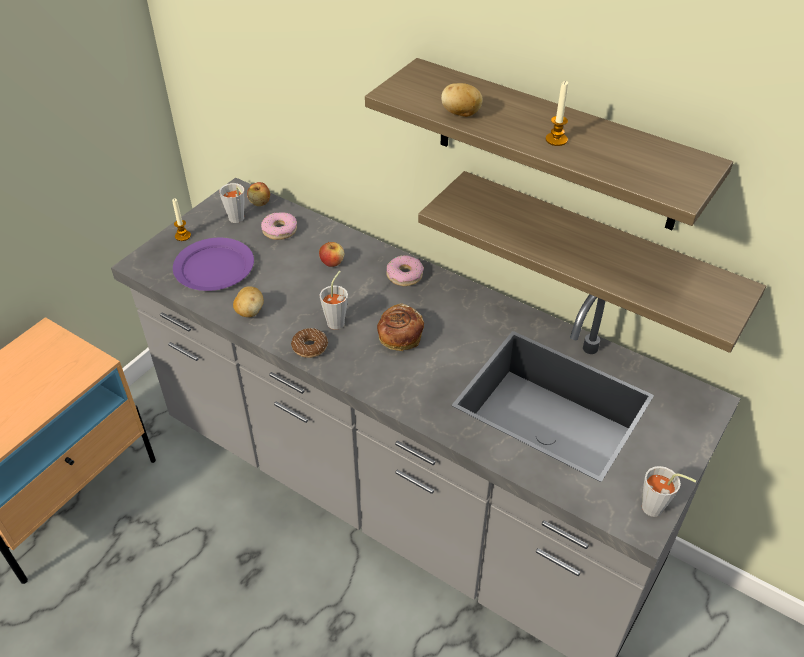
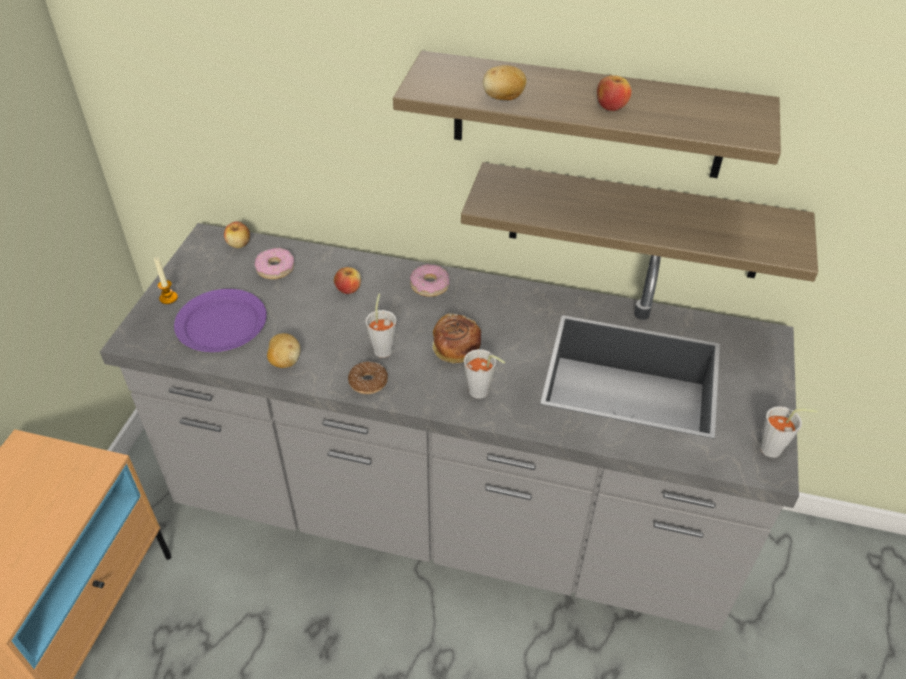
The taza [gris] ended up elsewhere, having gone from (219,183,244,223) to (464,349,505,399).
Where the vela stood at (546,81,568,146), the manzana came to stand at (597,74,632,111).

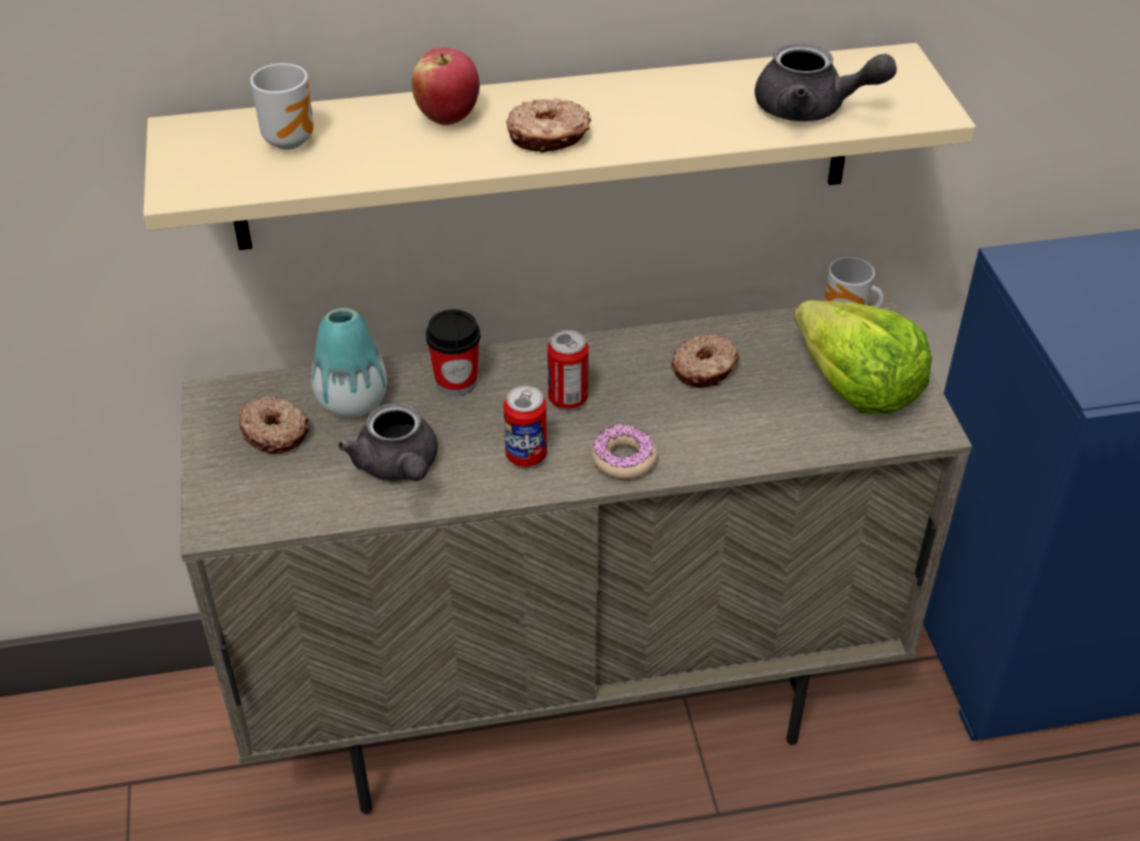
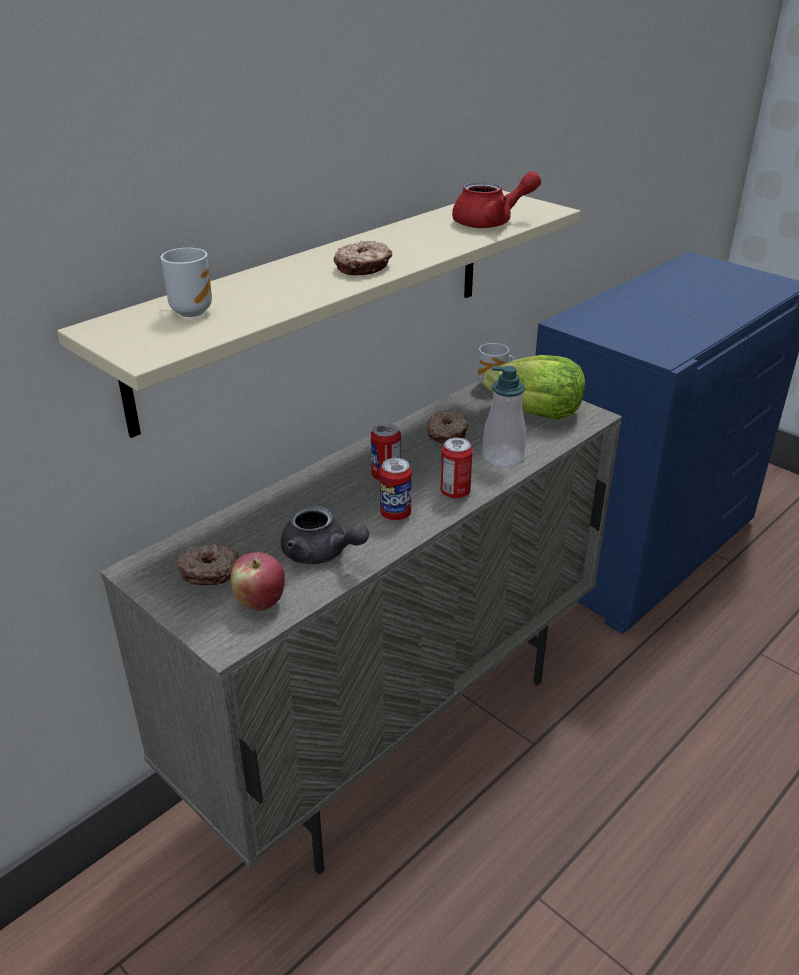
The manzana ended up elsewhere, having gone from (411,48,480,125) to (230,552,285,611).
Where the rosquilla stood at (591,424,657,479), the lata came to stand at (441,438,473,499).
What was the tetera [gris] at (755,42,897,121) turned into the tetera [rojo] at (452,171,541,228).
The second view gained the dispensador de jabón at (482,366,526,467).
The second view lost the florero at (311,308,387,418).
The second view lost the taza at (426,309,481,396).

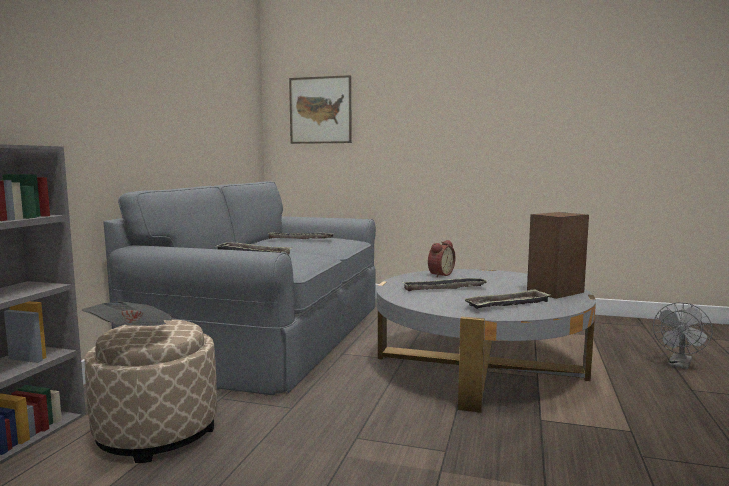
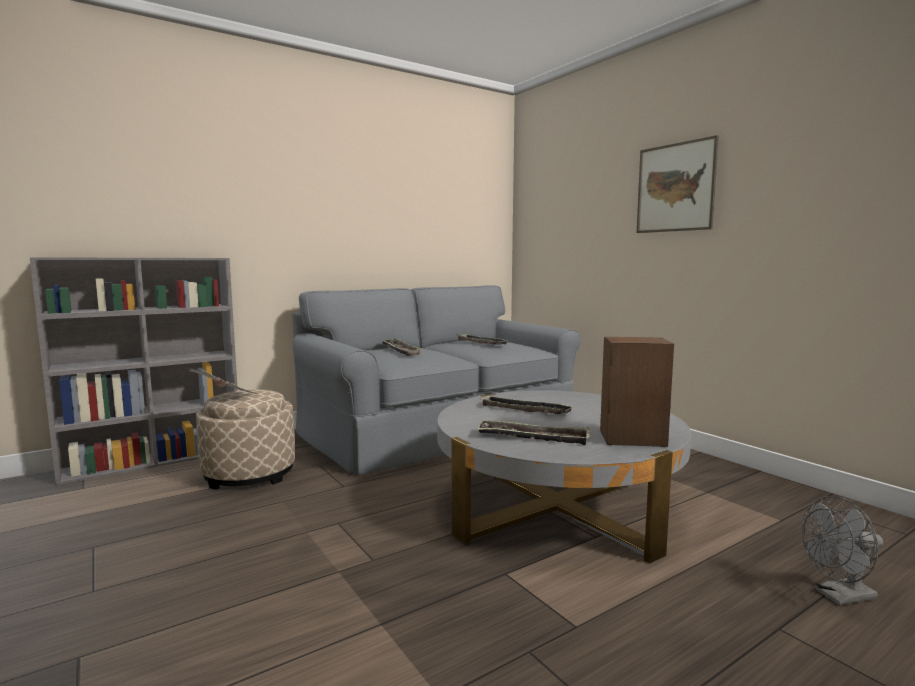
The cuadro ended up elsewhere, having gone from (289,75,352,144) to (637,135,719,233).
The second view lost the despertador at (428,240,455,277).

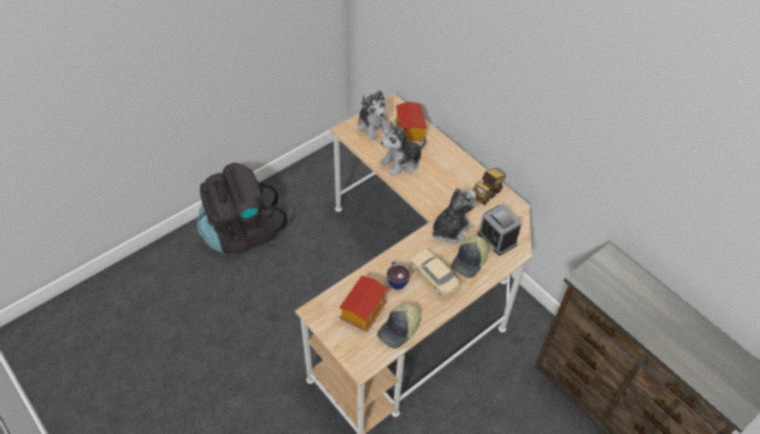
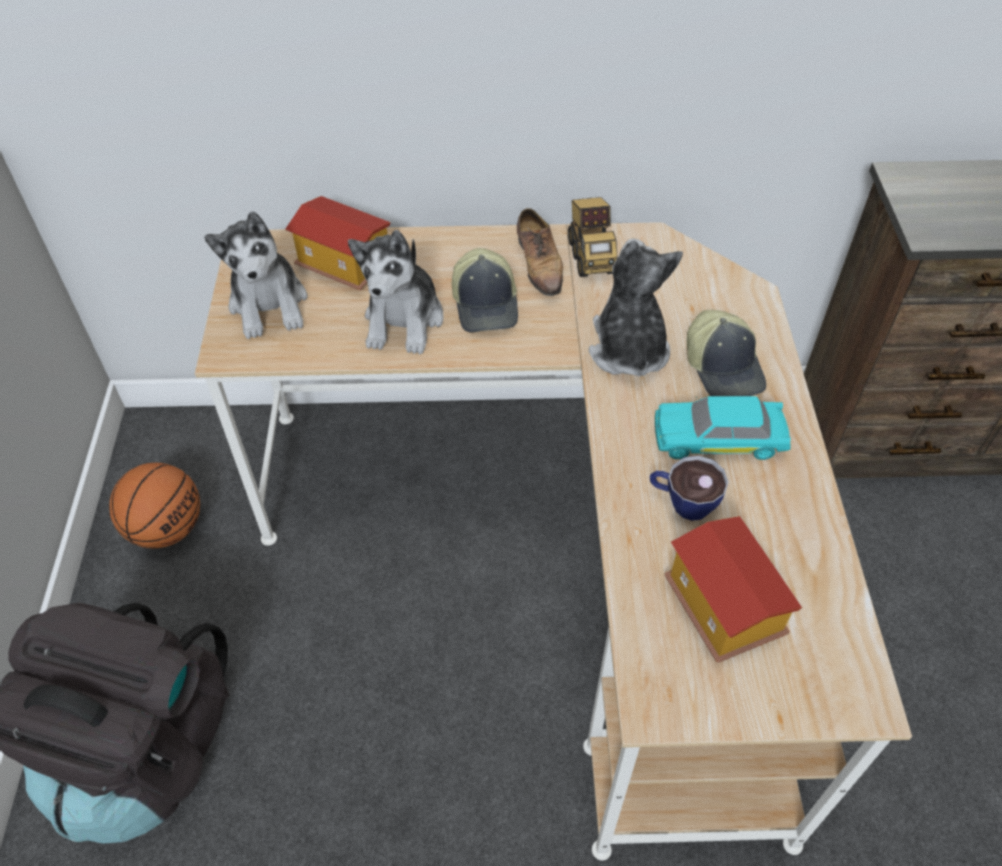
The second view gained the balón de baloncesto at (109,463,200,548).
The peluche at (358,90,390,141) ended up facing another way, 60 degrees clockwise from before.
The gorra ended up elsewhere, having gone from (377,304,420,349) to (452,248,518,332).
The second view gained the zapato at (517,208,563,296).
What was the coche de juguete [beis] at (410,249,461,297) turned into the coche de juguete [turquesa] at (655,396,791,460).
The second view lost the despertador at (477,204,522,255).

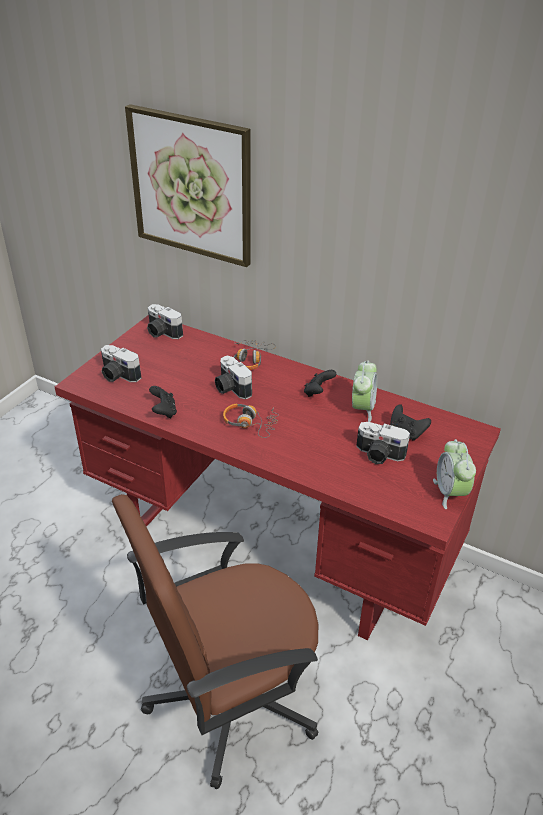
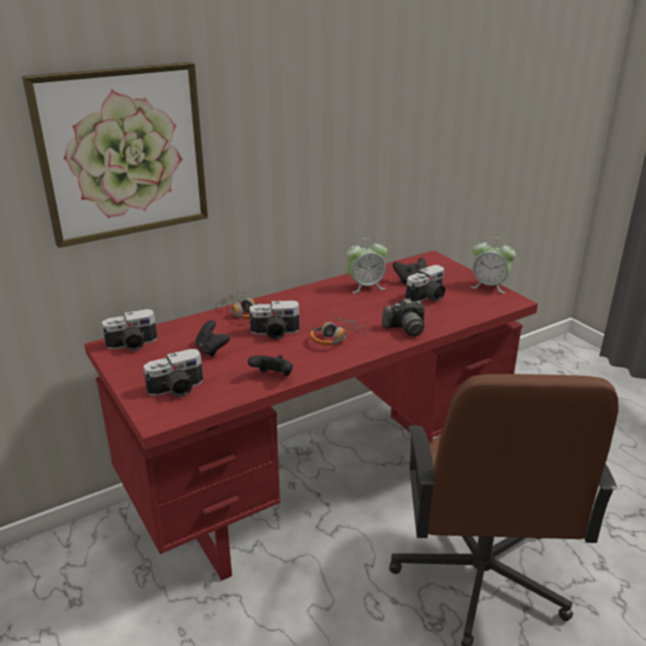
The mando de consola [negro] ended up elsewhere, having gone from (304,370,336,397) to (195,320,230,357).
The despertador at (352,360,377,422) ended up facing another way, 120 degrees clockwise from before.
The second view gained the cámara at (382,298,425,336).

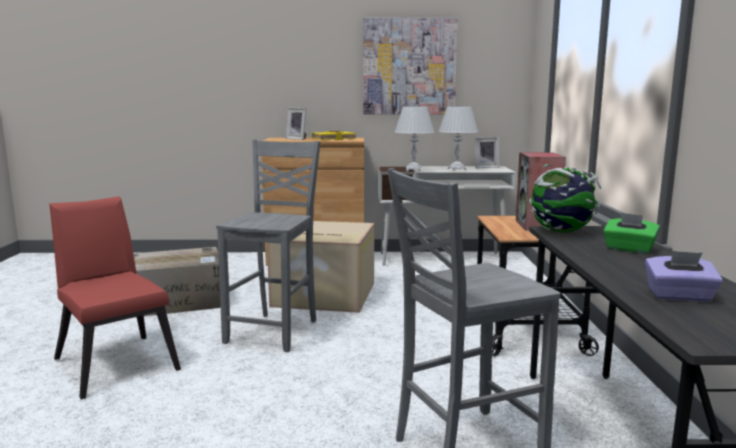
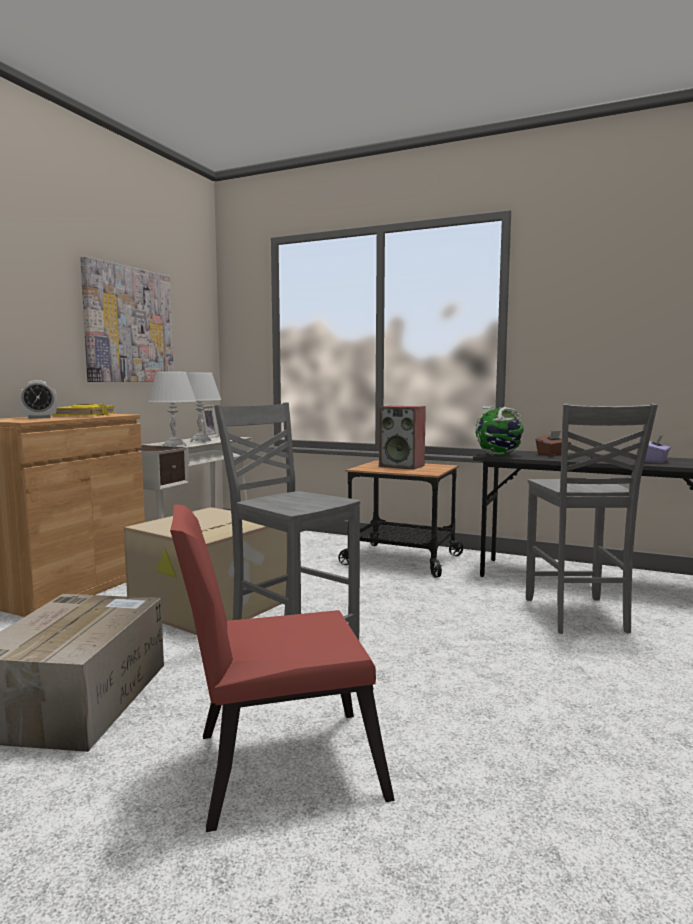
Where the portarretratos stood at (285,108,307,140), the despertador came to stand at (19,380,57,419).
What was the caja de pañuelos [verde] at (603,213,660,254) turned into the caja de pañuelos [marrón] at (536,431,571,456).

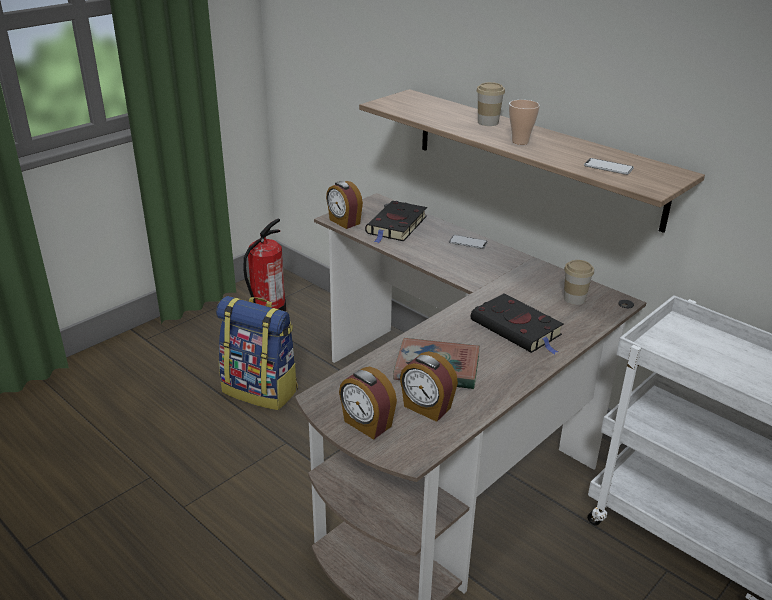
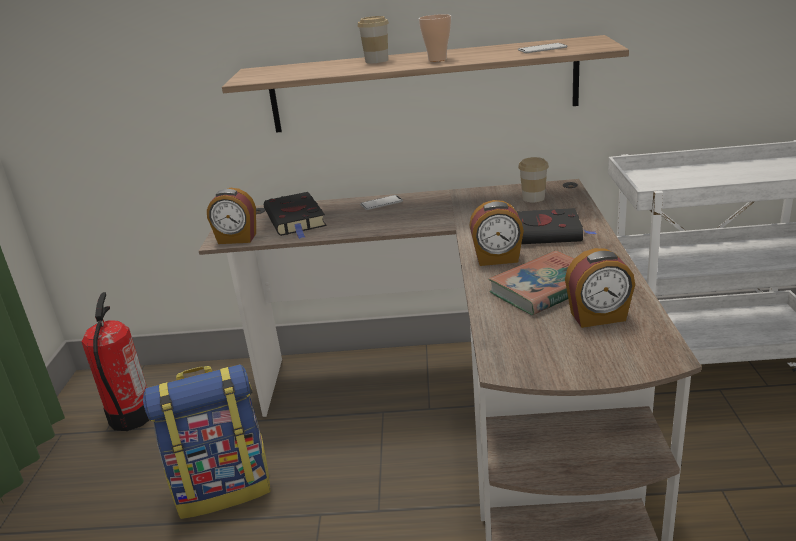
The despertador ended up elsewhere, having gone from (339,367,397,439) to (469,200,524,266).

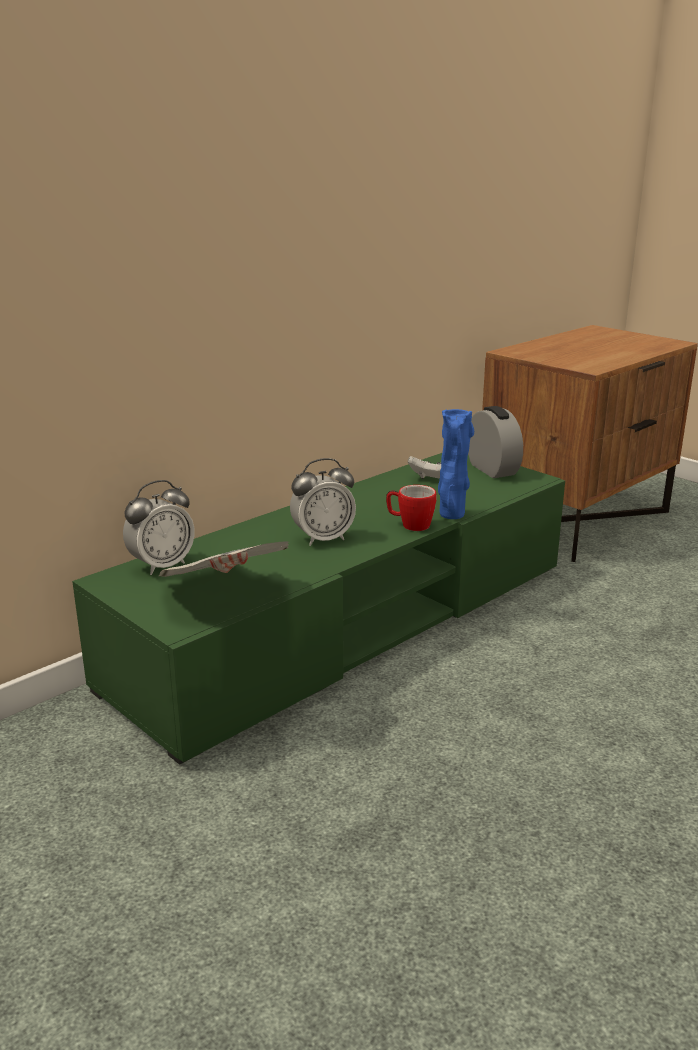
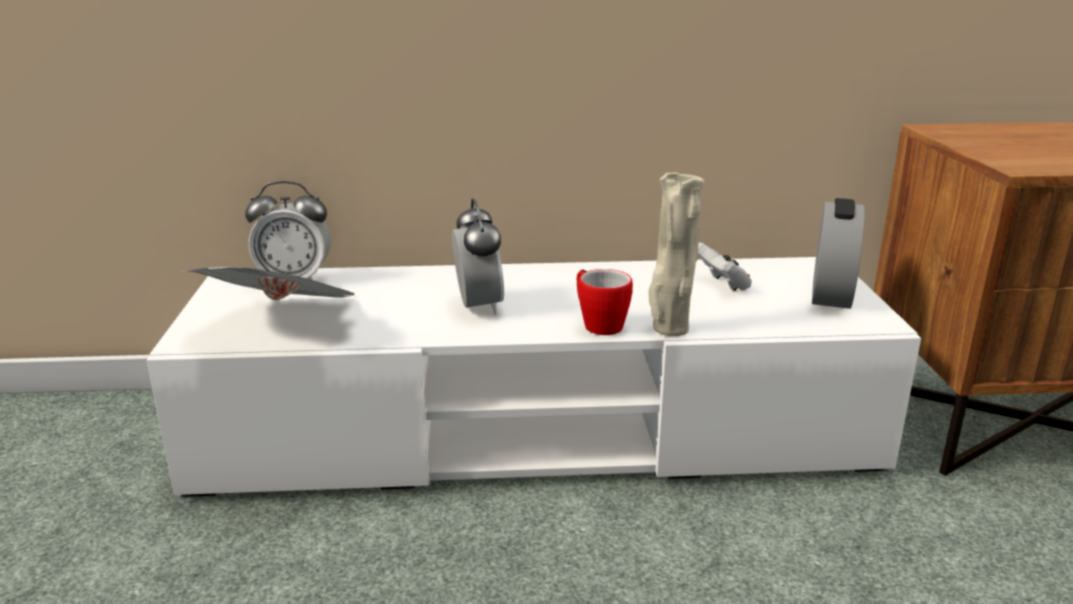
What was the mueble de televisión [verde] at (72,453,565,765) turned into the mueble de televisión [blanco] at (147,257,921,497).
The despertador at (290,458,356,546) ended up facing another way, 120 degrees counterclockwise from before.
What was the florero [azul] at (438,409,474,519) turned into the florero [beis] at (648,173,704,336).

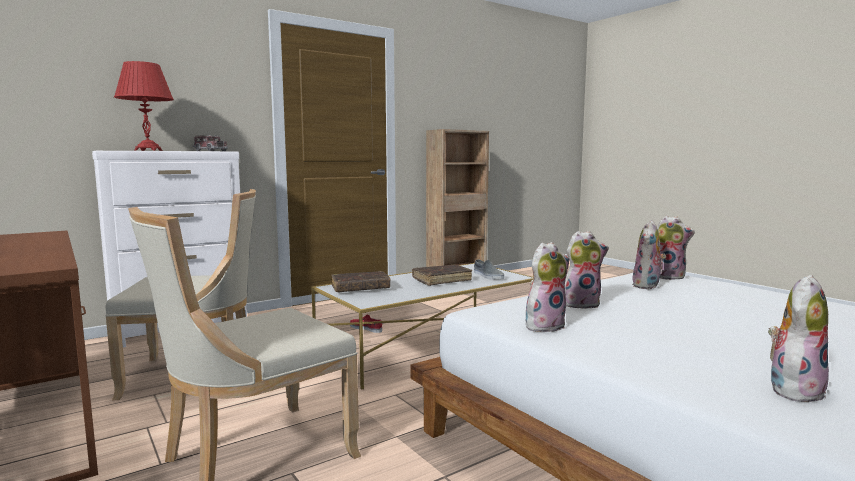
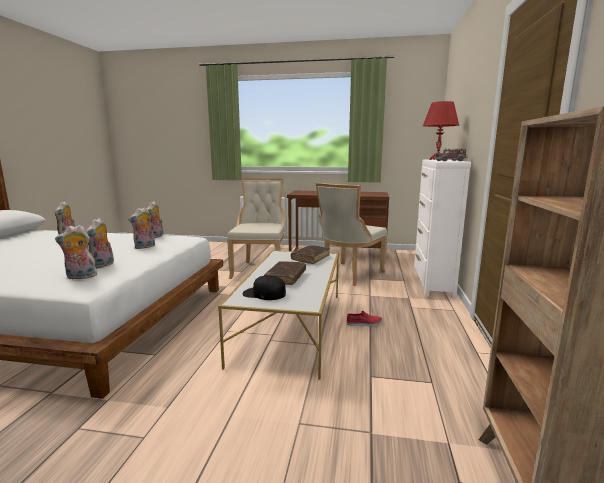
The peluche at (632,220,666,289) ended up facing another way, 150 degrees counterclockwise from before.
Where the zapato [gris] stood at (474,259,504,280), the gorra [negro] came to stand at (243,275,286,300).

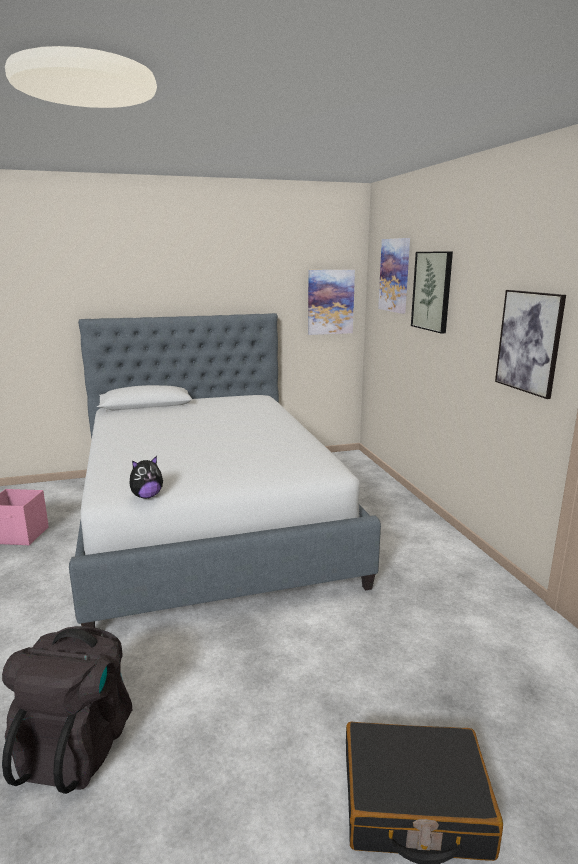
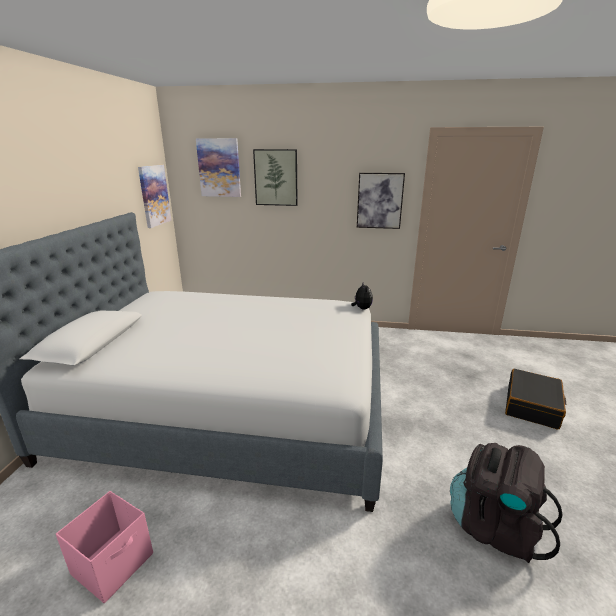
The peluche ended up elsewhere, having gone from (129,456,163,499) to (351,284,373,309).

